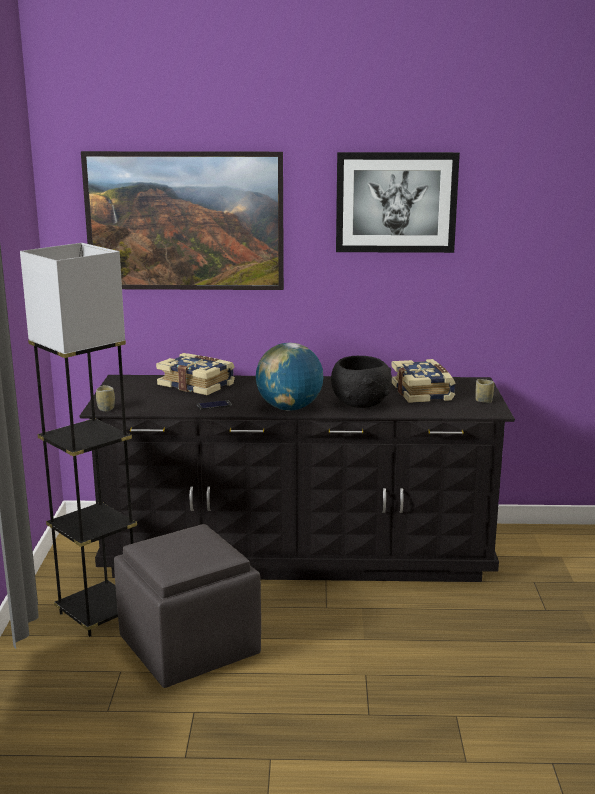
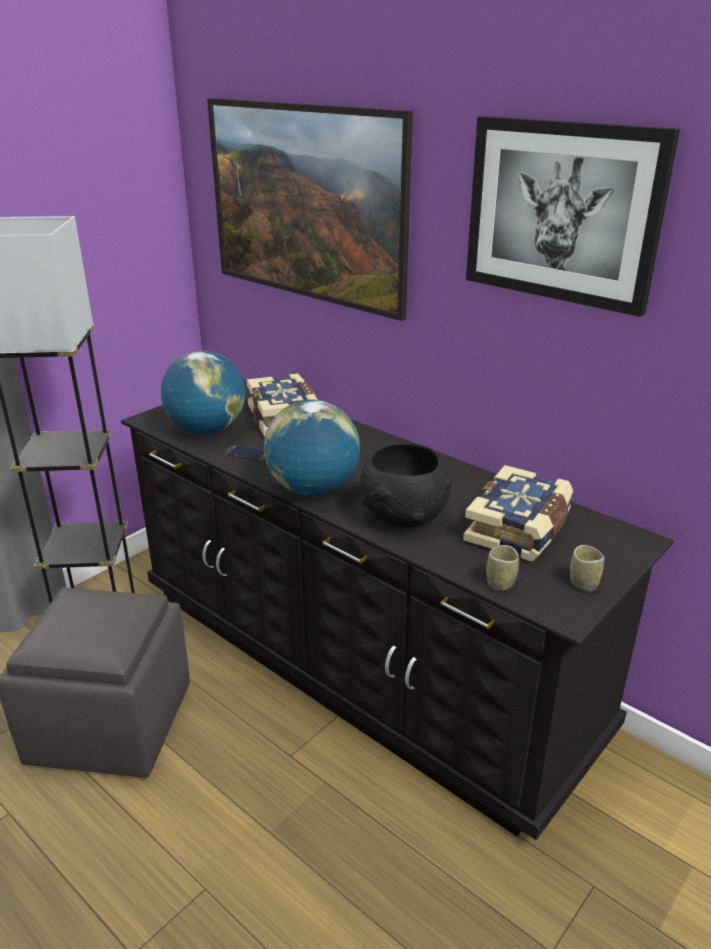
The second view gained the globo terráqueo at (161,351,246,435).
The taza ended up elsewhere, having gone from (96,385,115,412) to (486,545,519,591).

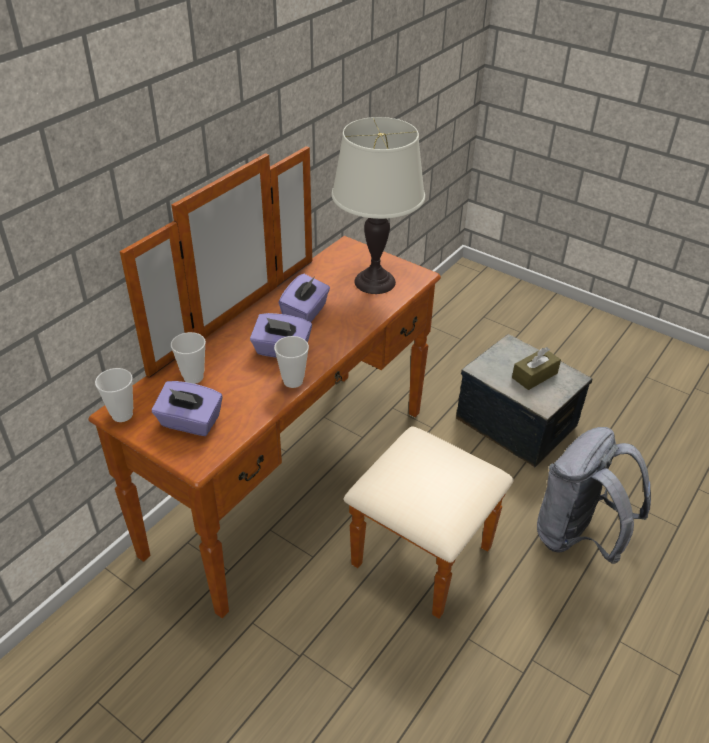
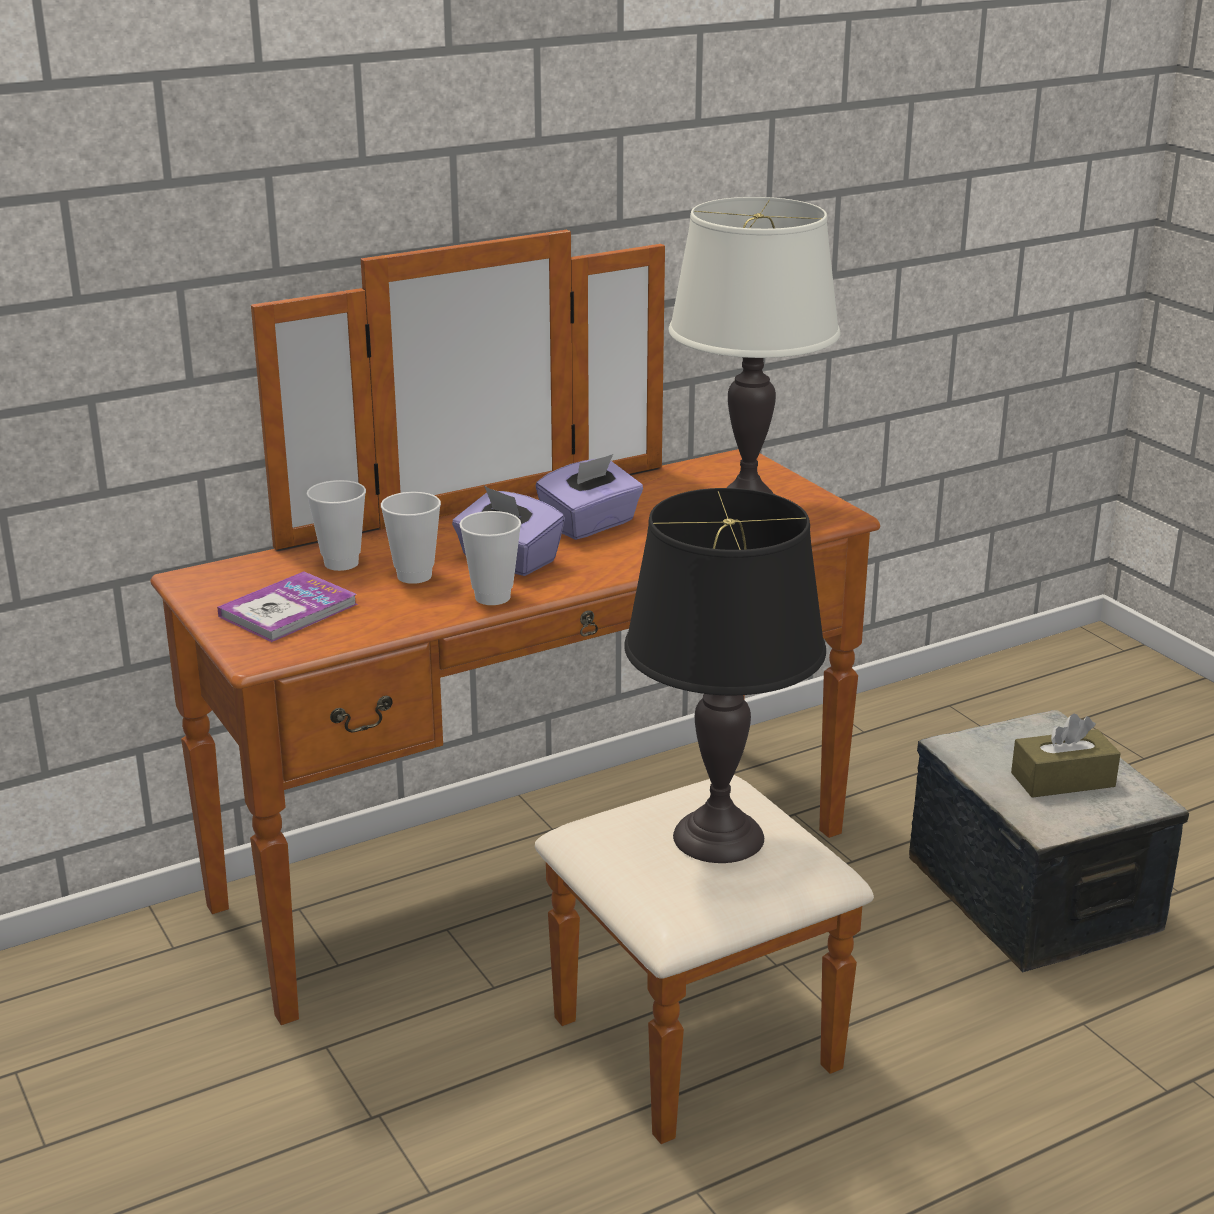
Where the caja de pañuelos [morado] stood at (152,381,223,436), the libro came to stand at (217,571,358,642).
The taza ended up elsewhere, having gone from (95,368,133,422) to (381,492,441,584).
The second view gained the lámpara de mesa [negro] at (624,488,826,863).
The second view lost the mochila [gris] at (537,427,651,564).

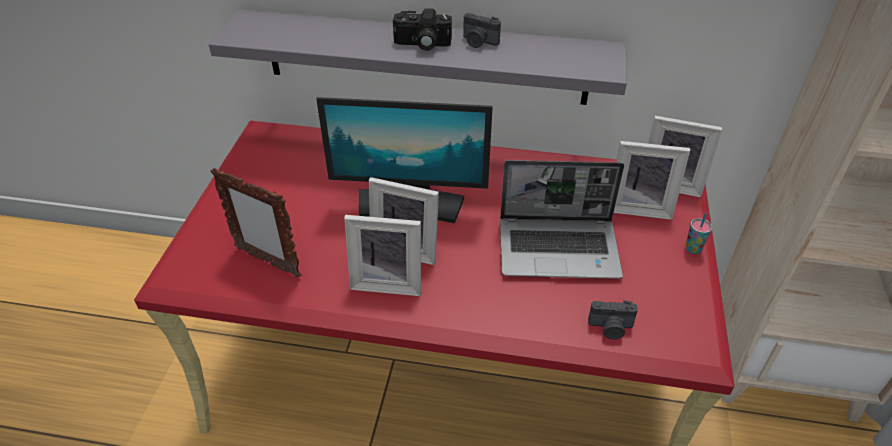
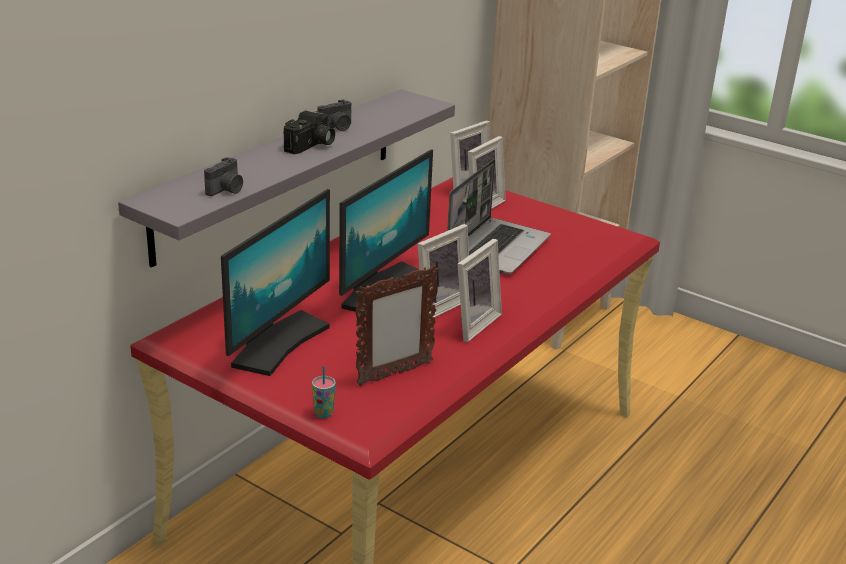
The cámara ended up elsewhere, having gone from (588,300,638,339) to (204,157,243,196).
The second view gained the monitor at (221,189,330,376).
The taza ended up elsewhere, having gone from (685,212,712,254) to (312,366,336,418).

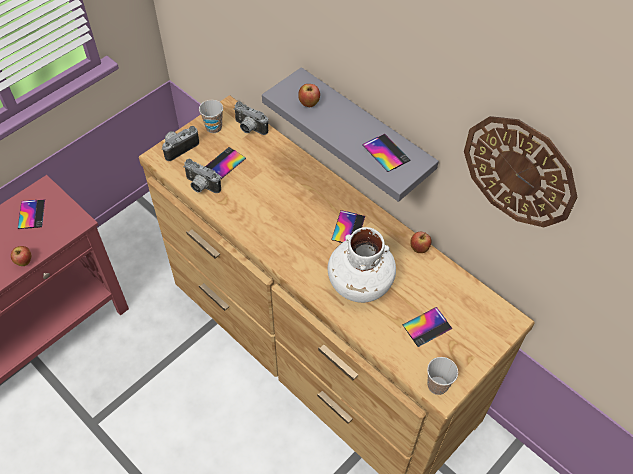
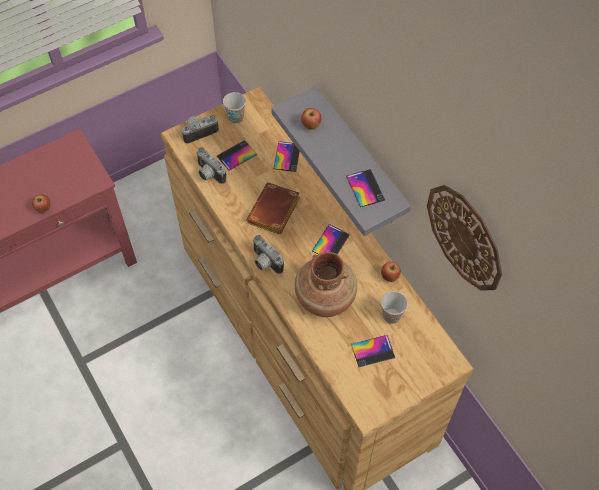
The second view gained the libro [marrón] at (246,182,300,235).
The cámara ended up elsewhere, having gone from (234,101,268,135) to (252,235,284,274).
The móvil ended up elsewhere, having gone from (18,199,45,229) to (274,141,300,172).
What was the florero [blanco] at (328,227,396,303) turned into the florero [marrón] at (295,252,357,317).
The taza ended up elsewhere, having gone from (427,357,458,395) to (381,291,408,324).

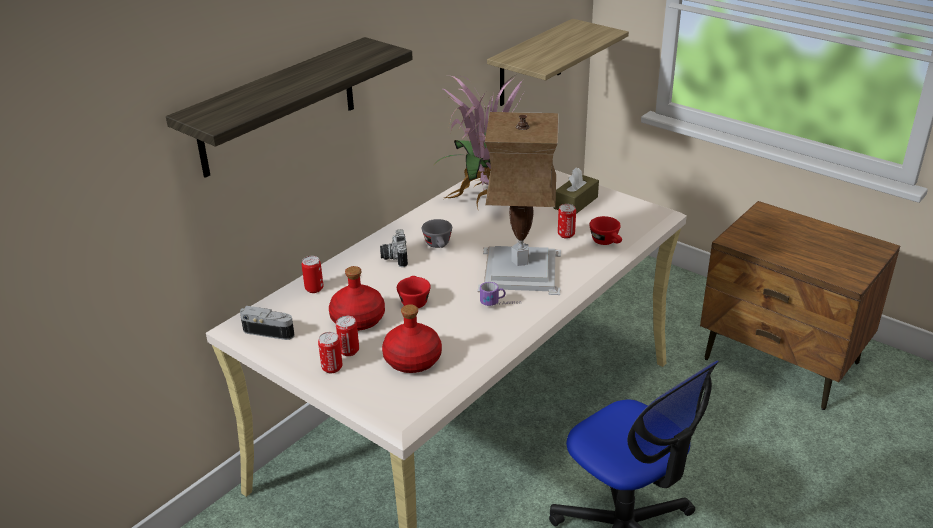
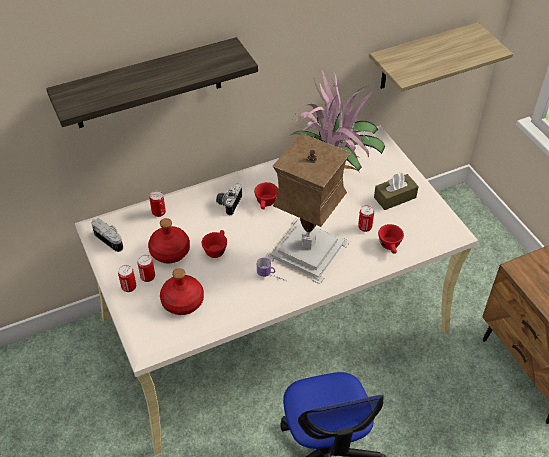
What was the taza [gris] at (422,219,452,248) turned into the taza [rojo] at (254,182,278,209).

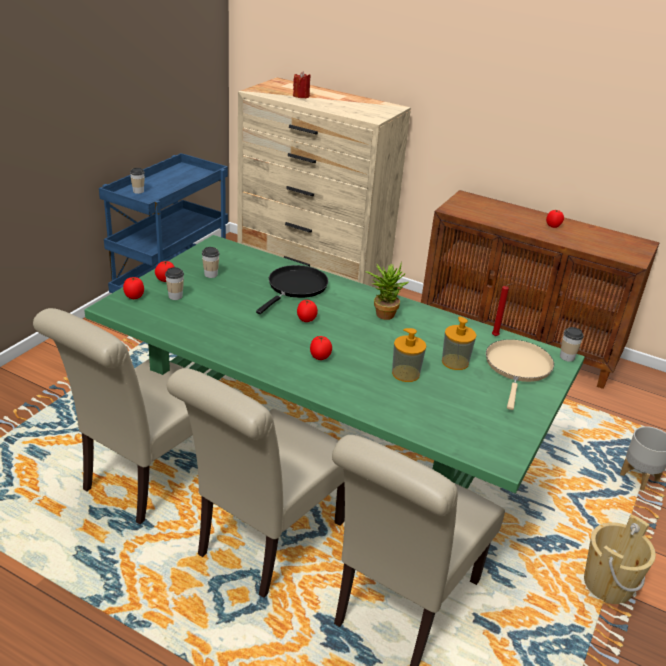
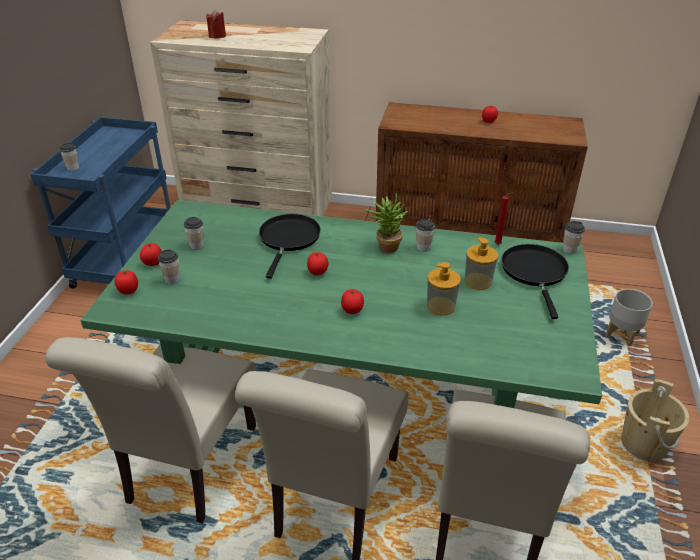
The second view gained the taza at (416,219,435,252).
What was the sartén [beis] at (486,339,554,410) turned into the sartén [negro] at (501,244,569,319).

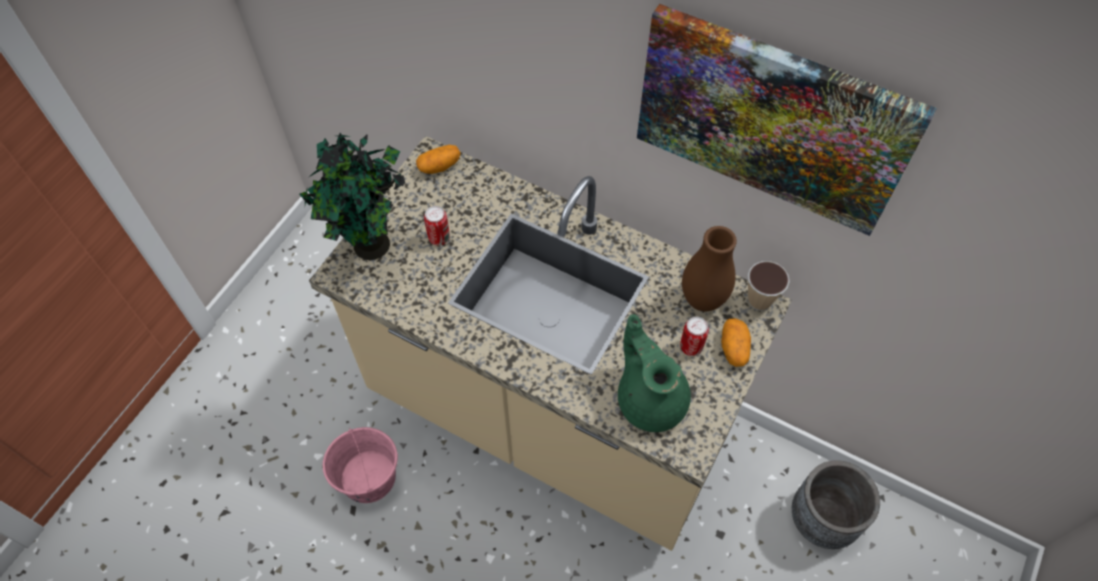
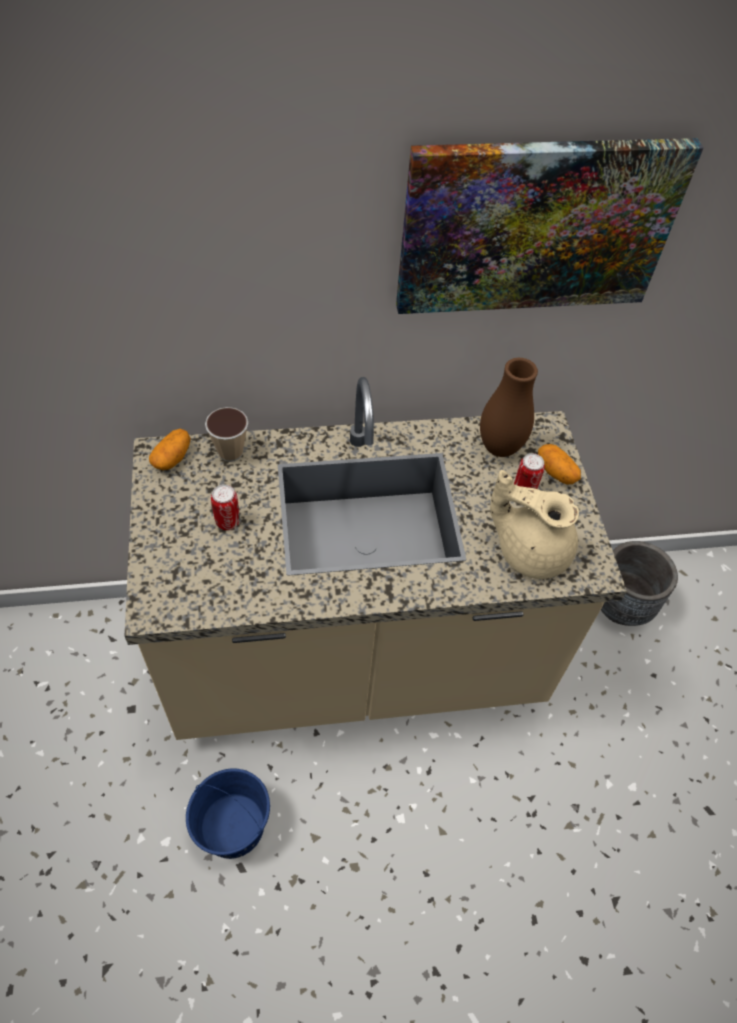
What was the cubo [rosa] at (323,427,398,503) turned into the cubo [azul] at (186,769,270,859).
The taza ended up elsewhere, having gone from (748,261,790,311) to (205,407,248,462).
What was the tetera [verde] at (618,314,691,432) turned into the tetera [beis] at (490,470,579,579).
The second view lost the planta en maceta at (299,133,405,260).

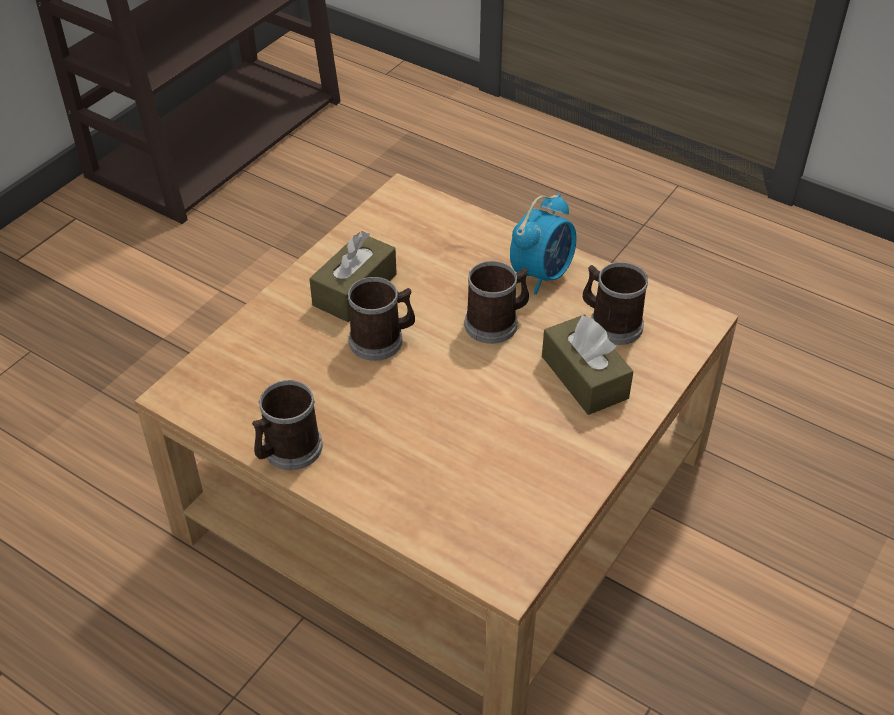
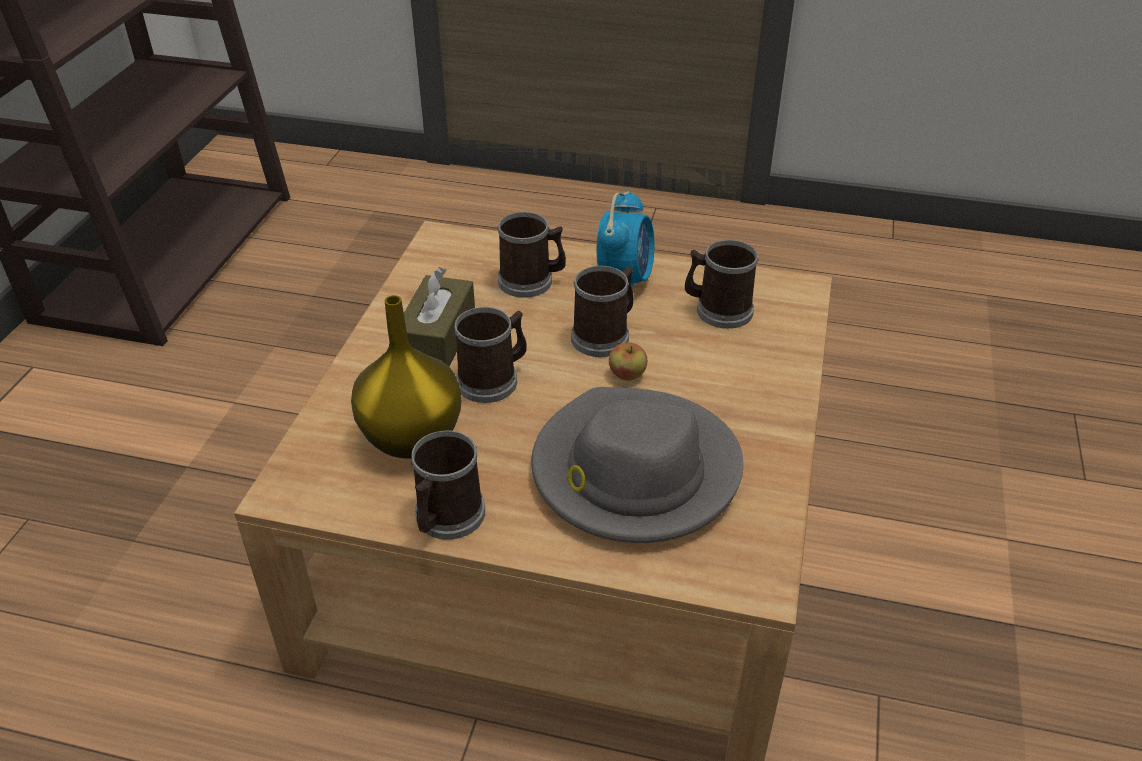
The second view gained the florero [amarillo] at (351,295,462,458).
The second view gained the taza grande at (497,212,566,298).
The second view gained the sombrero [gris] at (531,387,744,543).
The second view gained the manzana at (609,342,647,381).
The second view lost the caja de pañuelos [marrón] at (542,315,634,415).

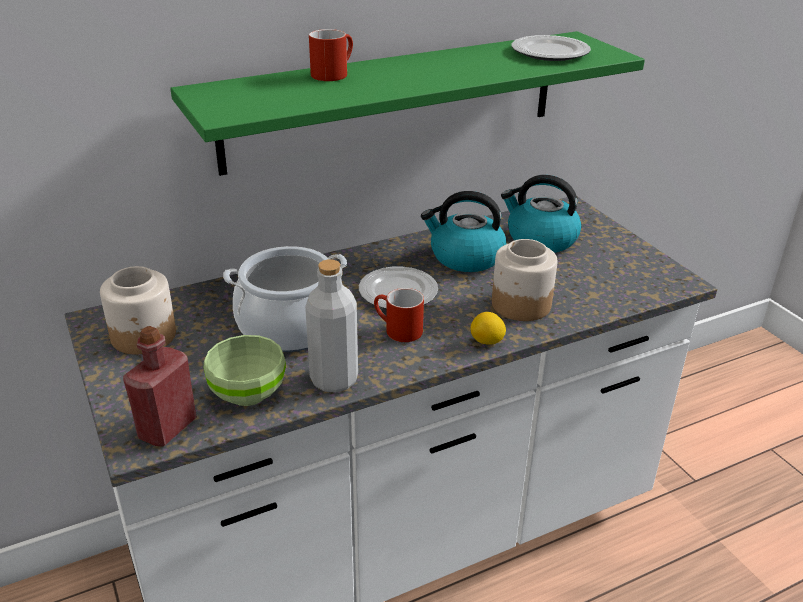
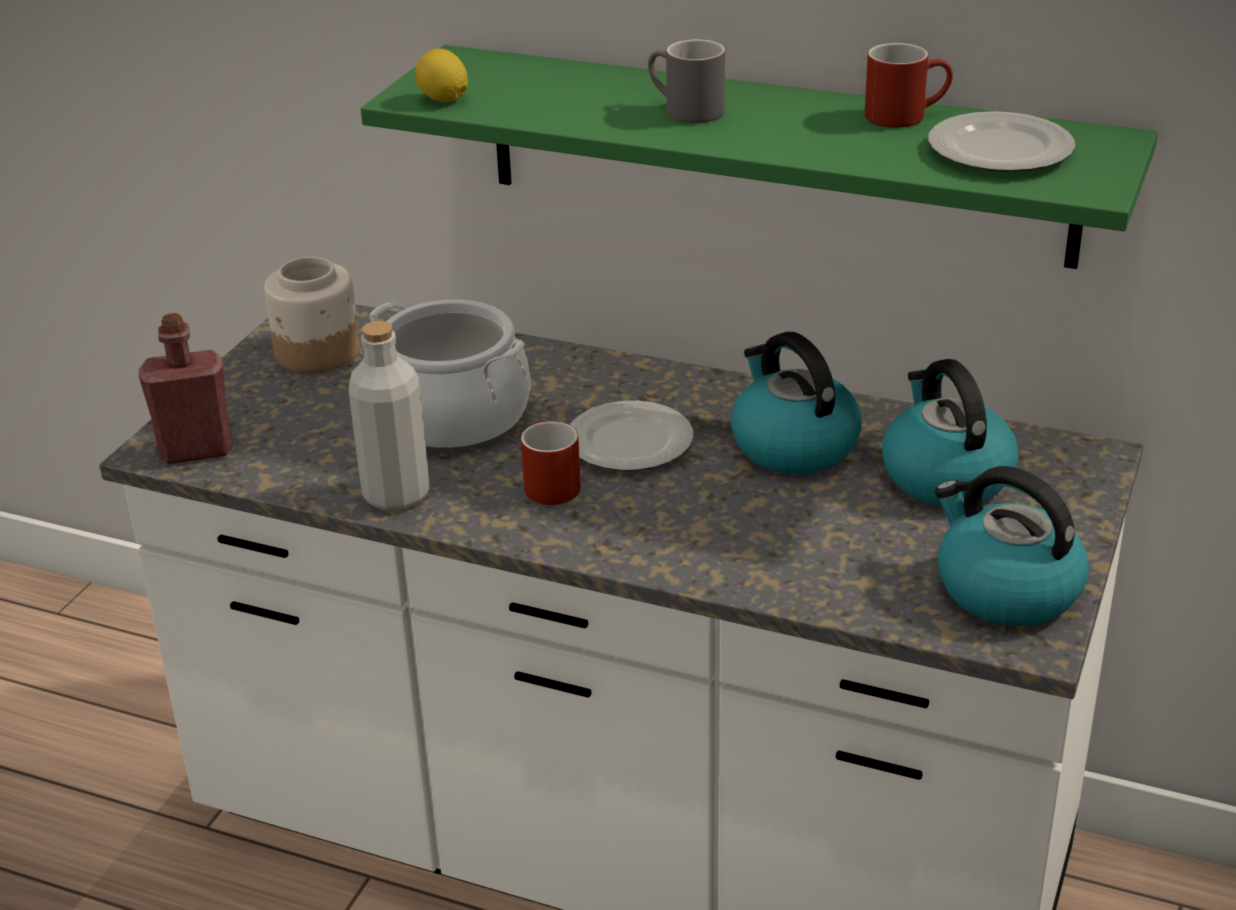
The limón ended up elsewhere, having gone from (471,312,506,345) to (415,49,468,102).
The second view gained the taza grande [gris] at (648,39,725,123).
The taza grande [rojo] ended up elsewhere, having gone from (309,29,353,81) to (865,43,953,128).
The second view gained the hervidor at (935,466,1089,626).
The second view lost the cuenco [verde] at (204,335,286,406).
The second view lost the tarro at (492,239,557,321).

